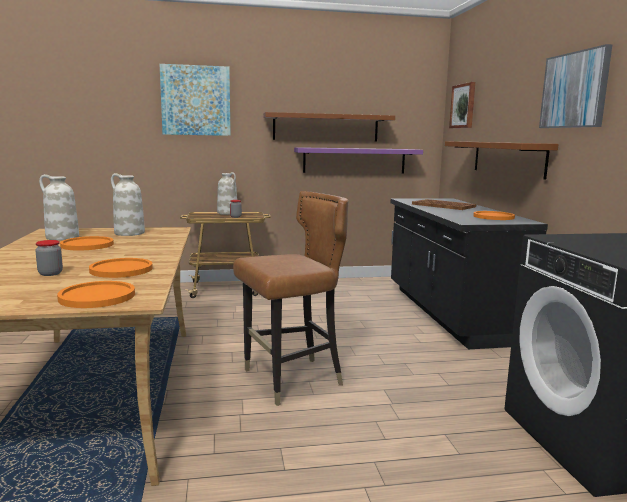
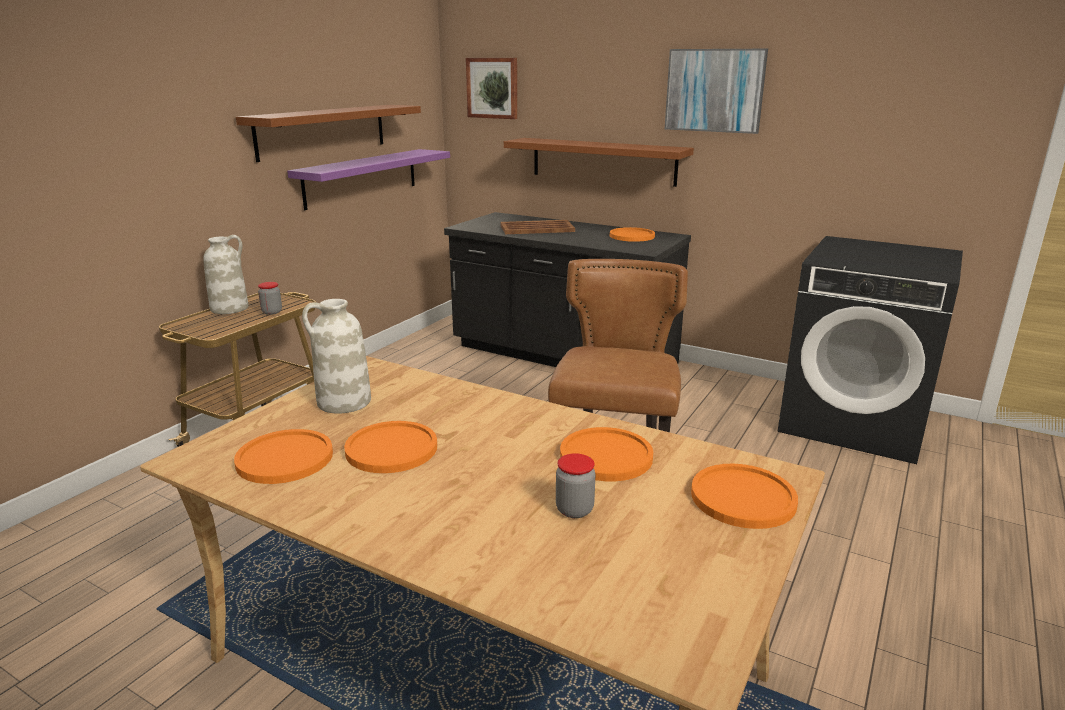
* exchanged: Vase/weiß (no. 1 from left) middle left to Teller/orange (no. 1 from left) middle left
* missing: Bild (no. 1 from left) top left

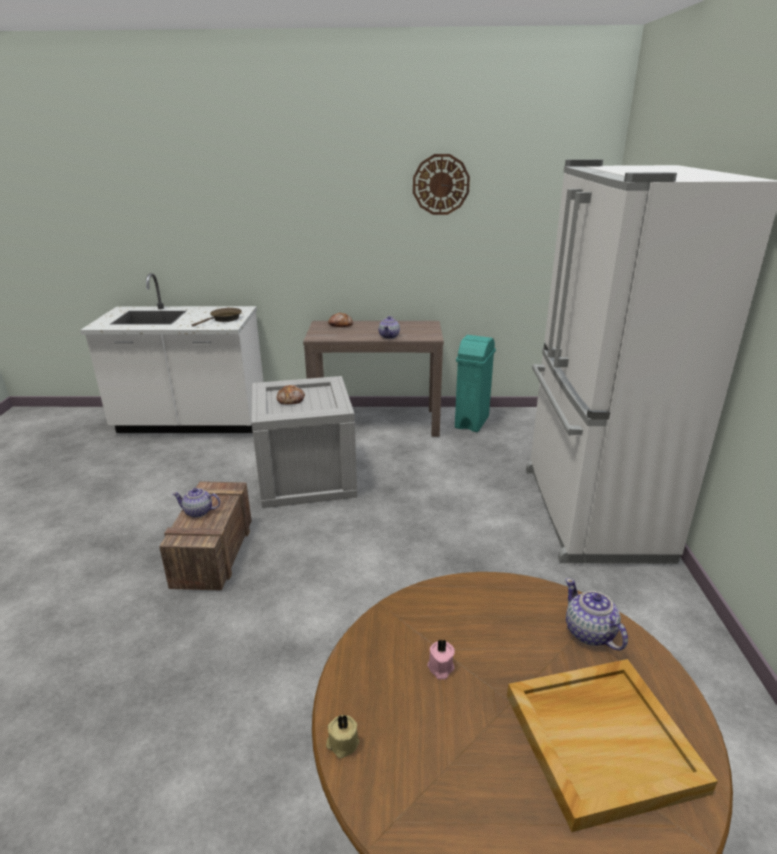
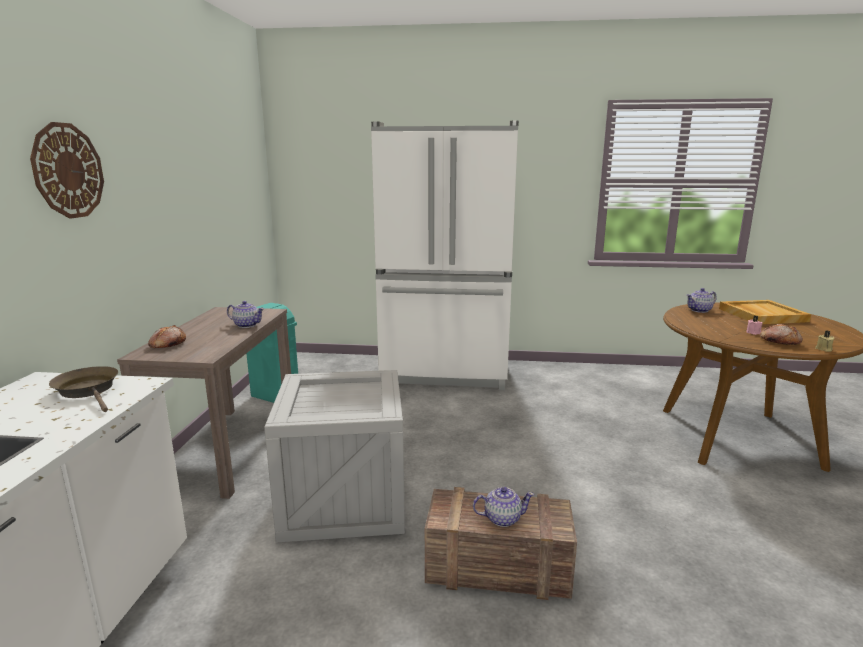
* relocated: Wanduhr top centre to top left
* spun: Teekanne (no. 1 from left in the first image) middle left = bottom centre 105 degrees counterclockwise
* relocated: Brot (no. 1 from left in the first image) centre to Brot (no. 2 from left) middle right

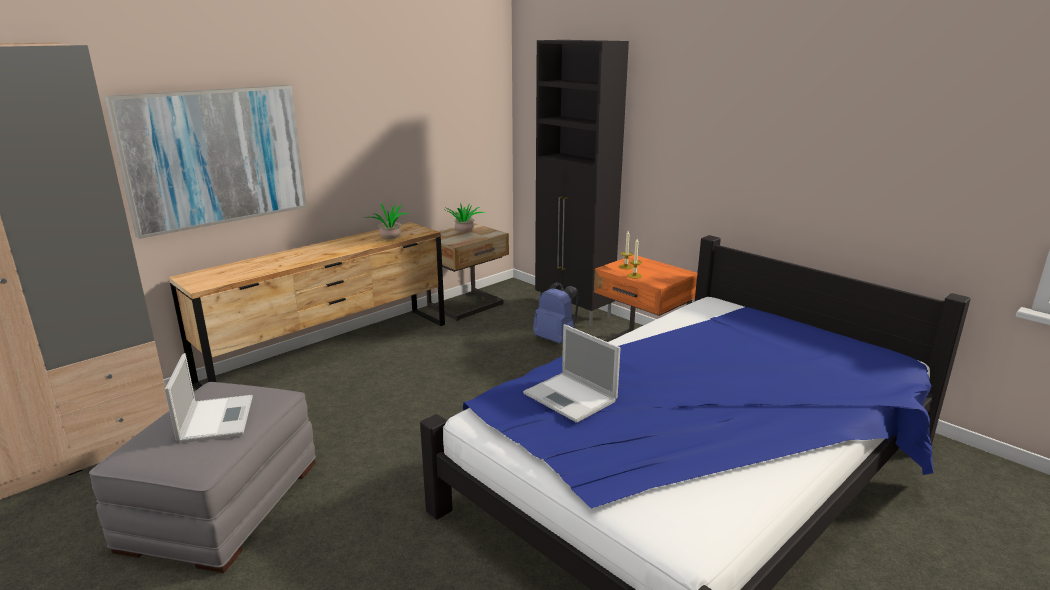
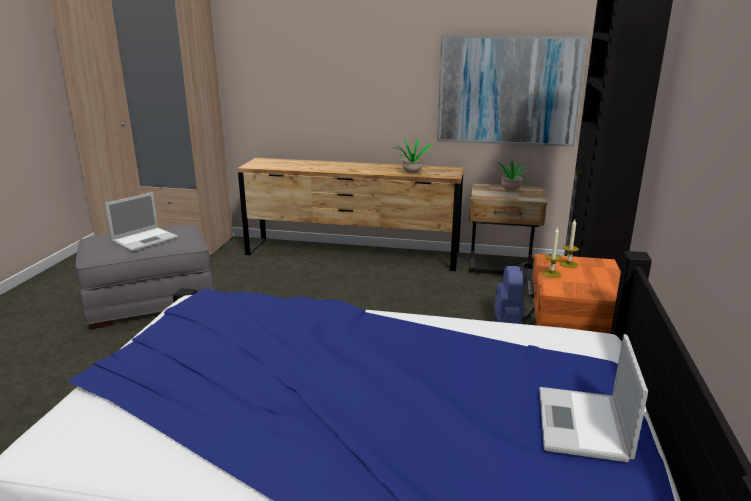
* relocated: Bild top left to top right
* relocated: Laptop (no. 2 from left) centre to bottom right

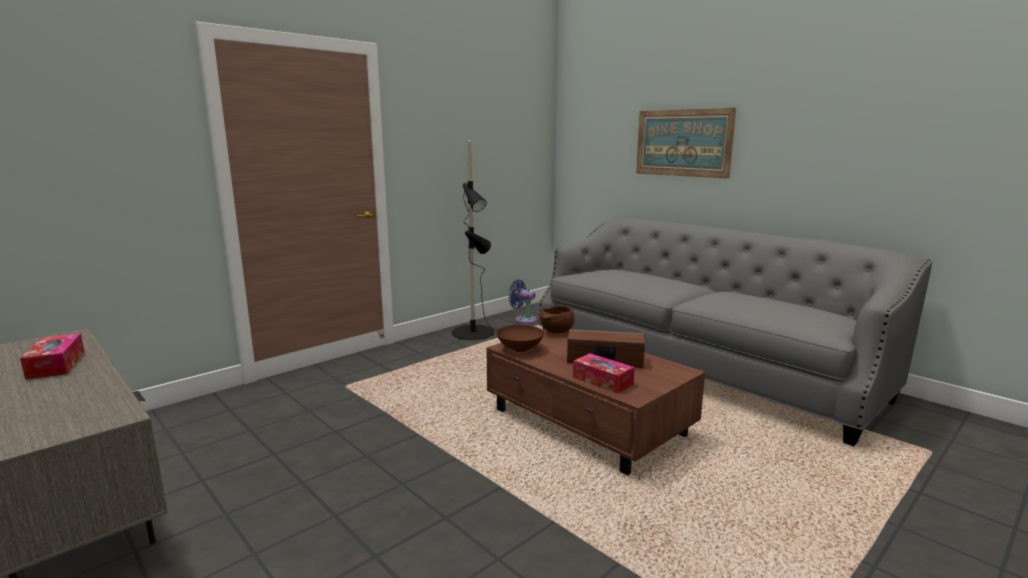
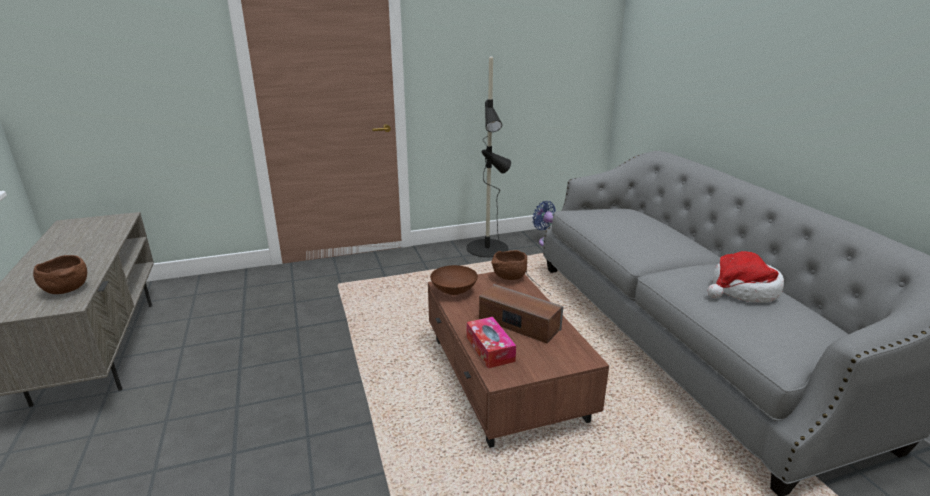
* appeared: Schüssel/braun (no. 1 from left) middle left
* appeared: Hut middle right
* missing: Taschentuchbox (no. 1 from left) middle left
* missing: Bild top right

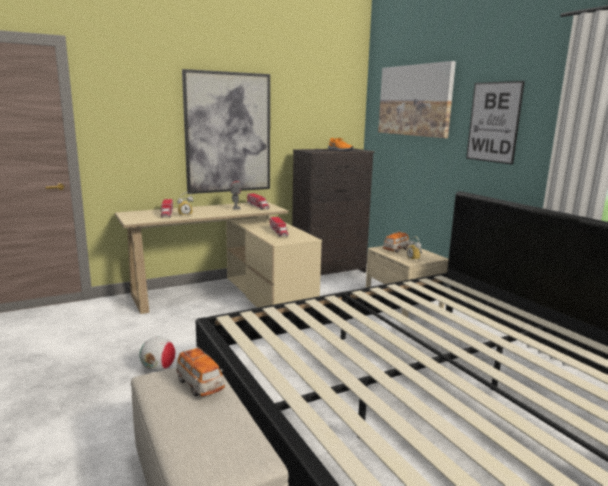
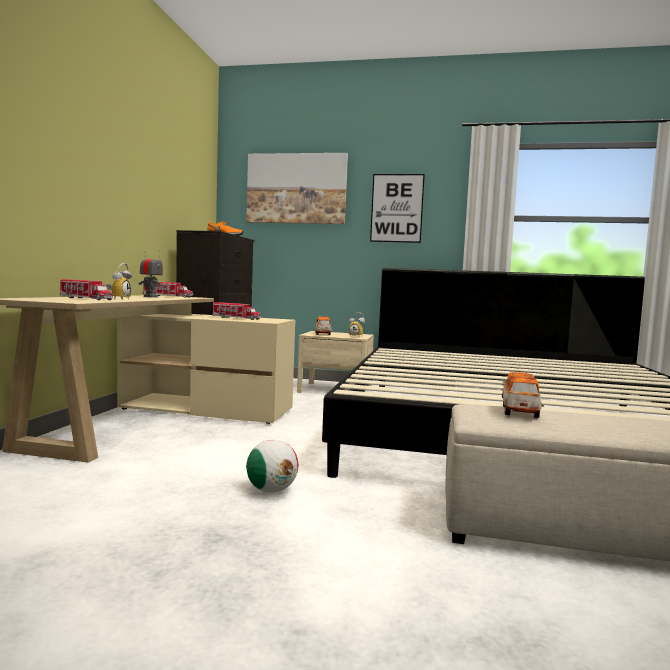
* spun: Spielzeugauto (no. 1 from left in the first image) bottom left = middle right 75 degrees counterclockwise
* missing: Bild (no. 1 from left) top centre

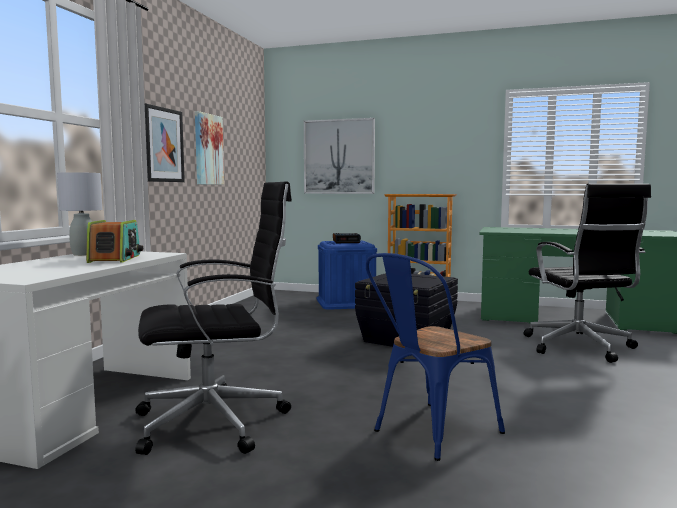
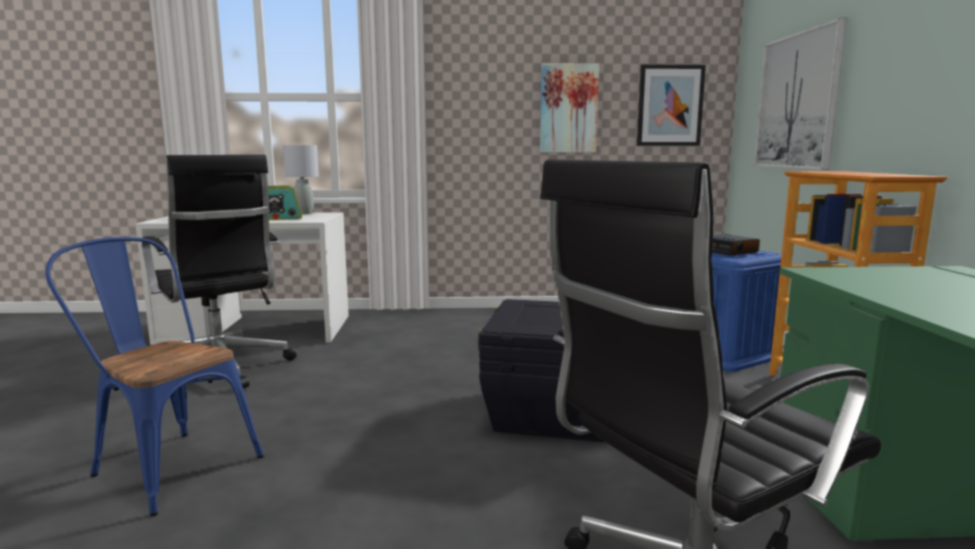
* relocated: Bild (no. 1 from left in the first image) top left to Bild (no. 2 from left) top right

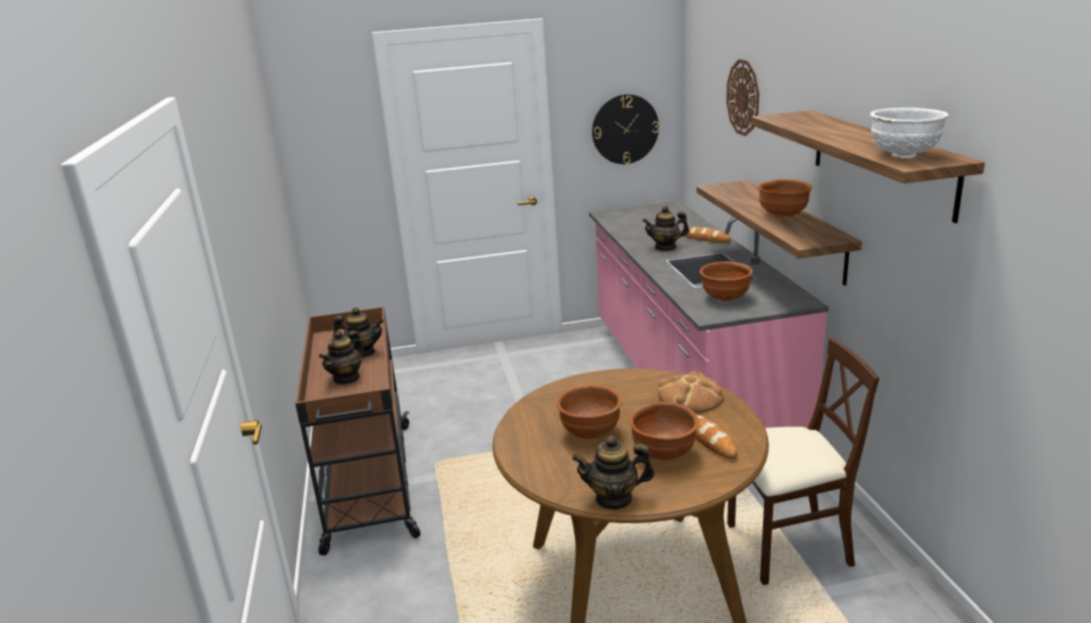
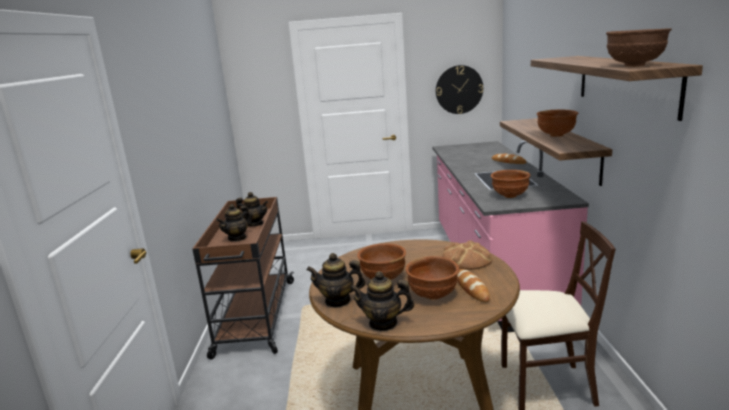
* relocated: Teekanne (no. 4 from left in the first image) centre to Teekanne (no. 3 from left) bottom centre
* colour: Schüssel/weiß top right to Schüssel/braun (no. 5 from left) top right
* missing: Wanduhr (no. 2 from left) top right

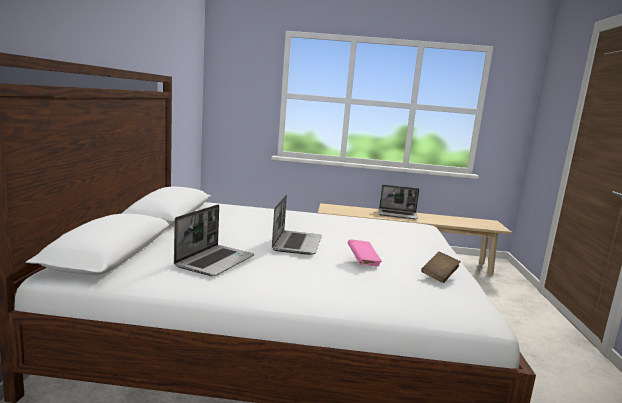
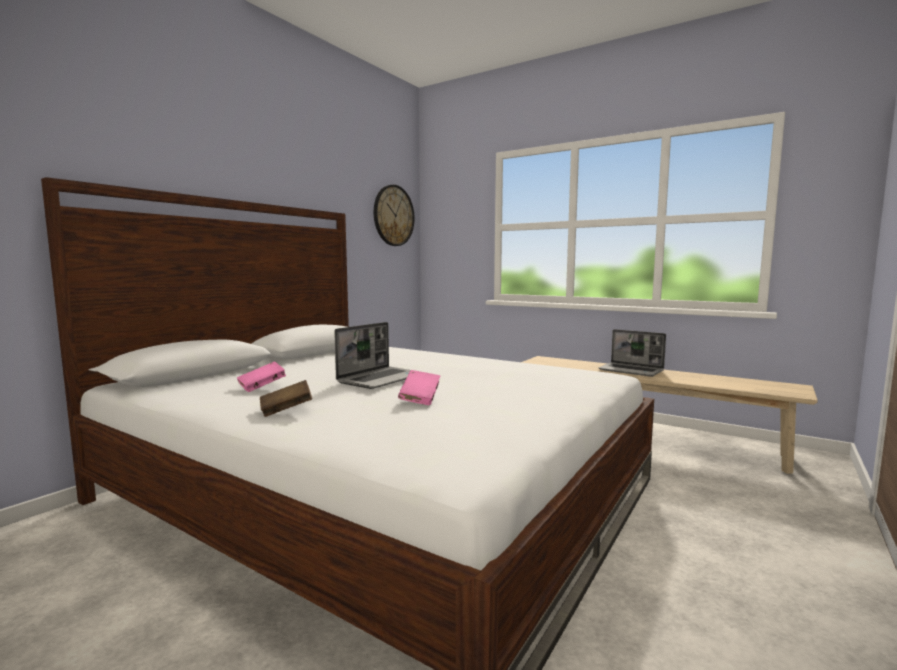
* exchanged: Laptop (no. 1 from left) centre to Buch/rosa (no. 1 from left) middle left
* relocated: Buch/braun middle right to middle left
* appeared: Wanduhr top centre

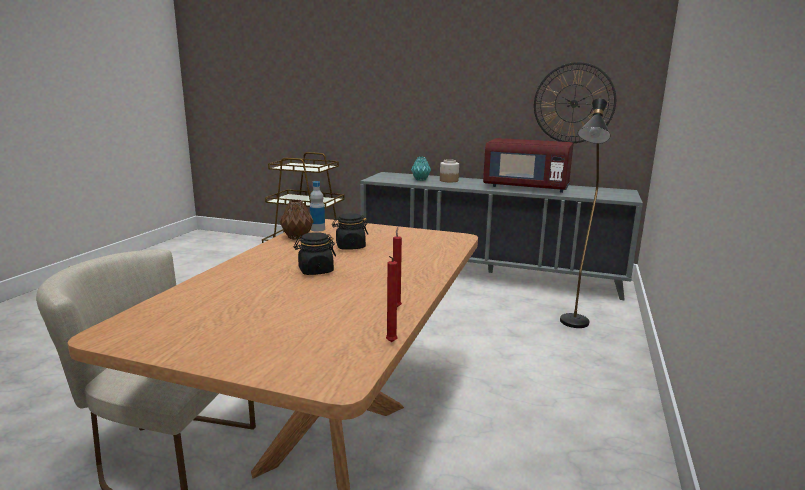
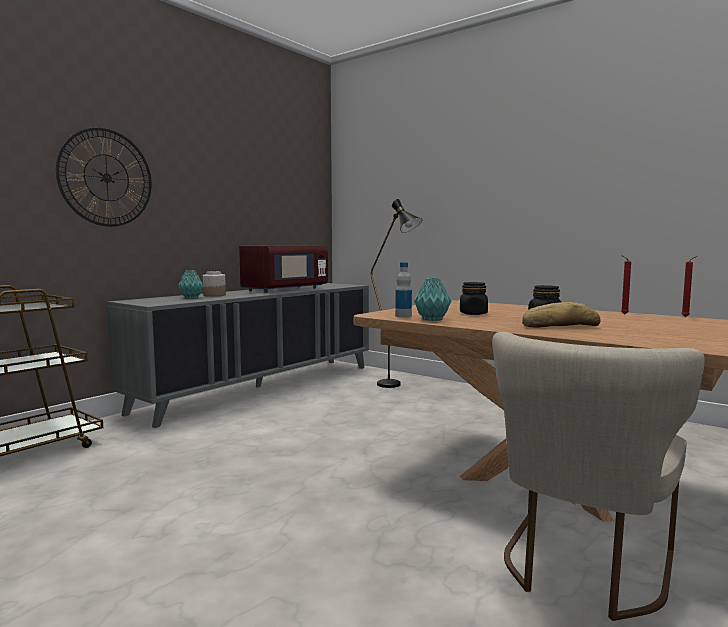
* relocated: Wanduhr top right to top left
* colour: Vase/braun centre to Vase/türkis (no. 2 from left) centre
* appeared: Brot middle right

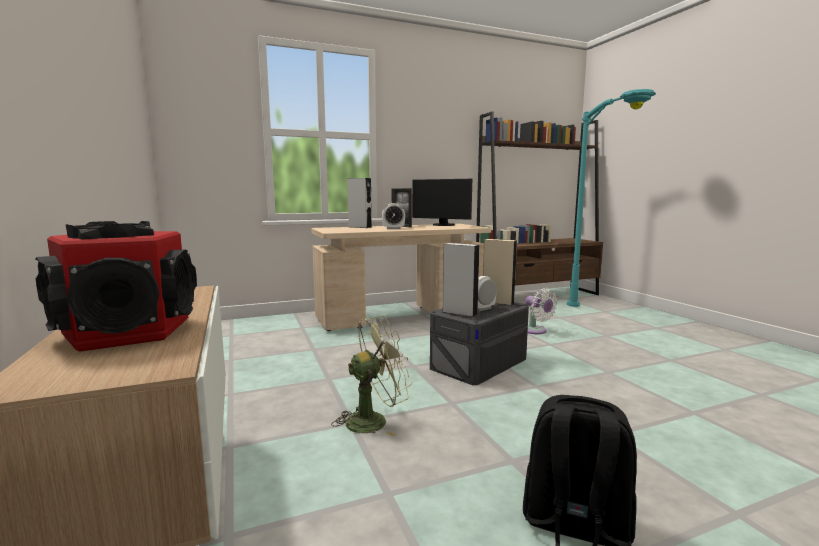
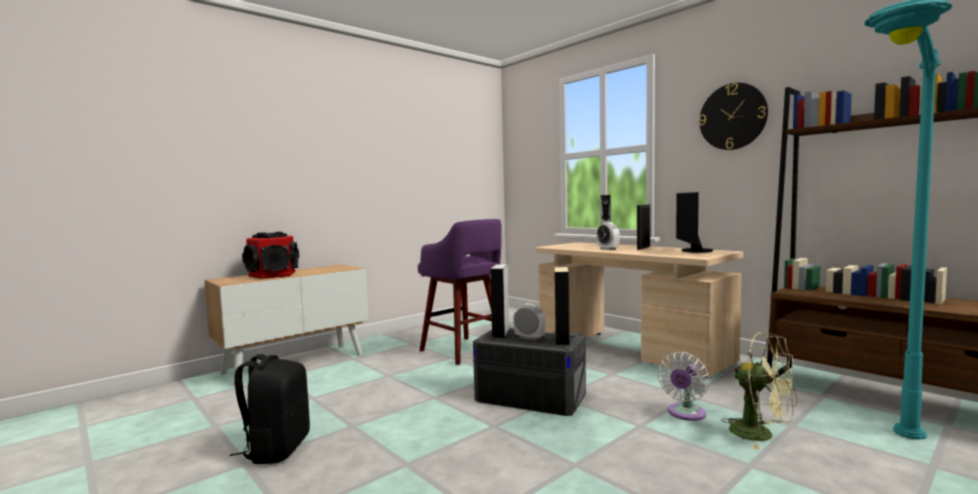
* appeared: Hocker/lila centre
* appeared: Wanduhr top right
* relocated: Ventilator/grün bottom centre to bottom right

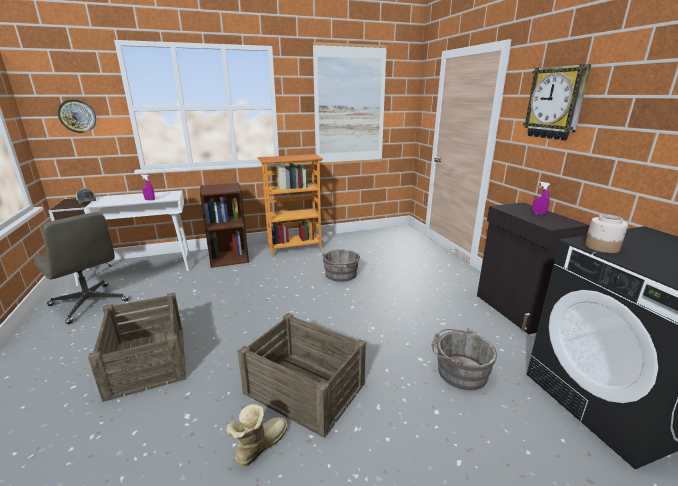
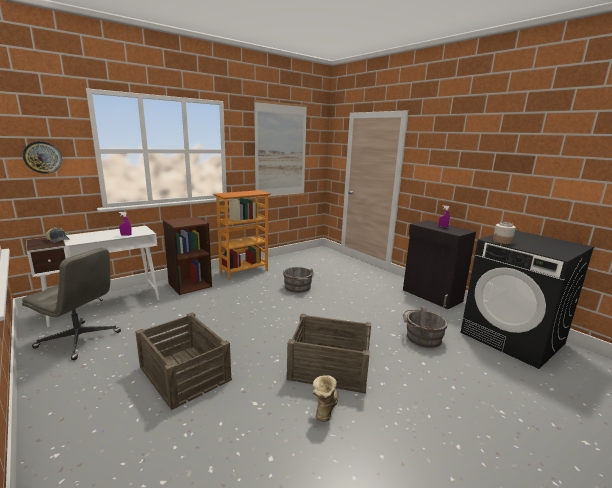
* missing: Wanduhr (no. 2 from left) top right

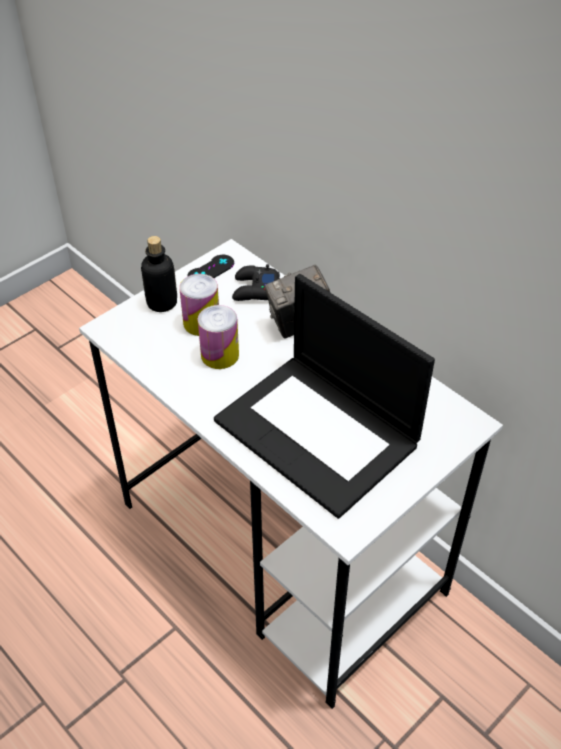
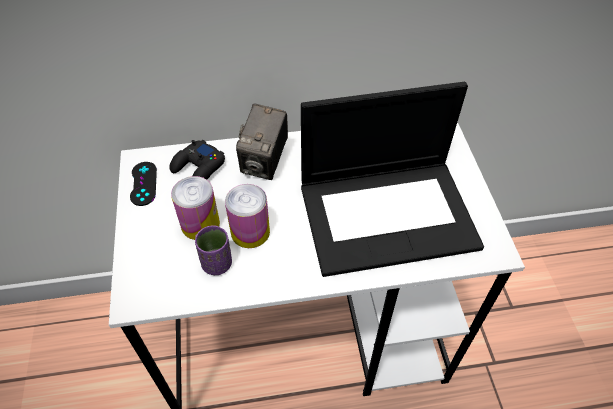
* appeared: Tasse/lila centre
* missing: Flasche middle left

